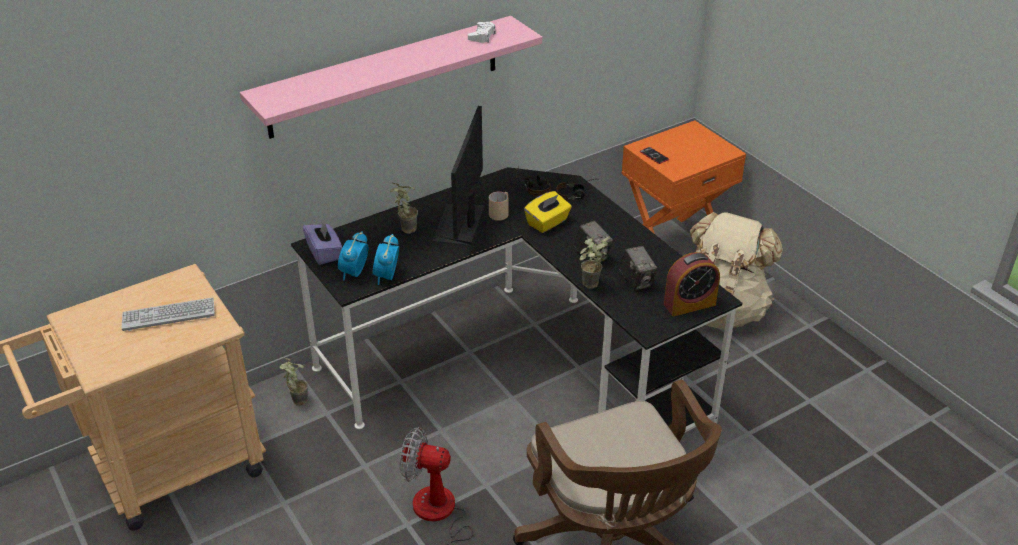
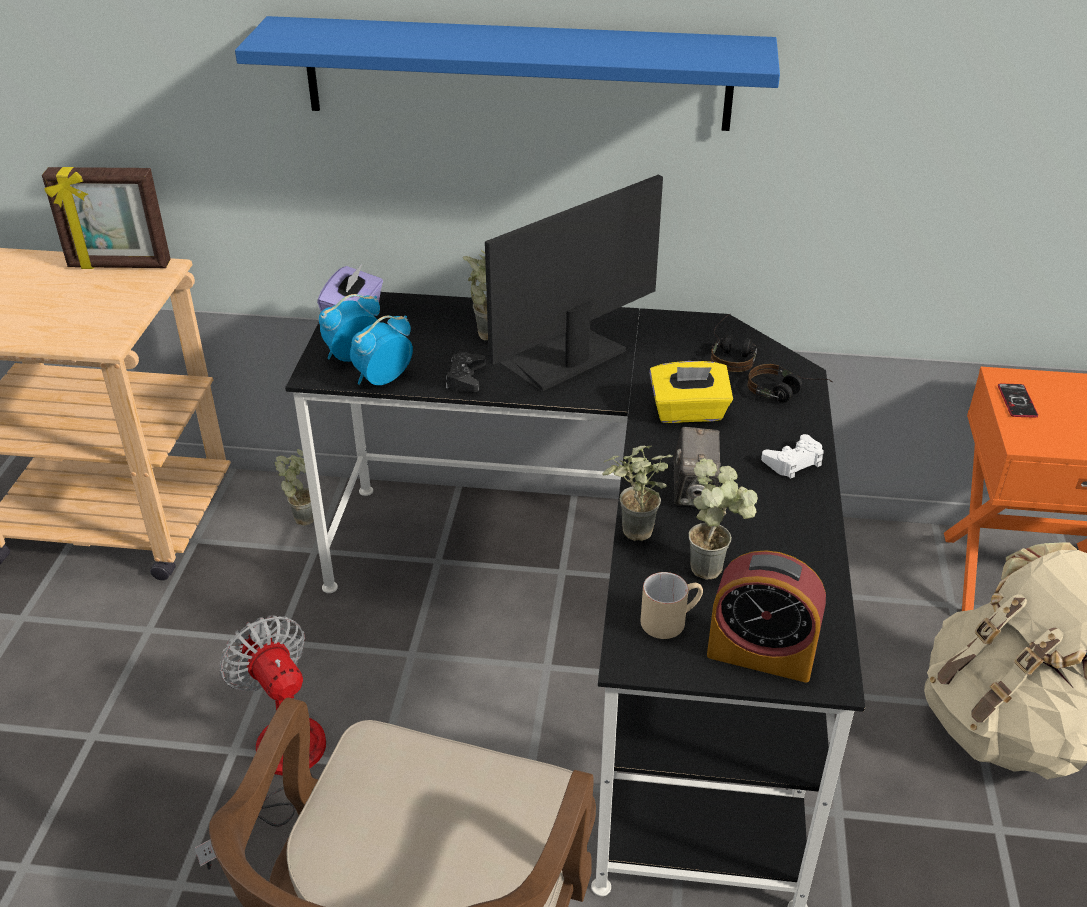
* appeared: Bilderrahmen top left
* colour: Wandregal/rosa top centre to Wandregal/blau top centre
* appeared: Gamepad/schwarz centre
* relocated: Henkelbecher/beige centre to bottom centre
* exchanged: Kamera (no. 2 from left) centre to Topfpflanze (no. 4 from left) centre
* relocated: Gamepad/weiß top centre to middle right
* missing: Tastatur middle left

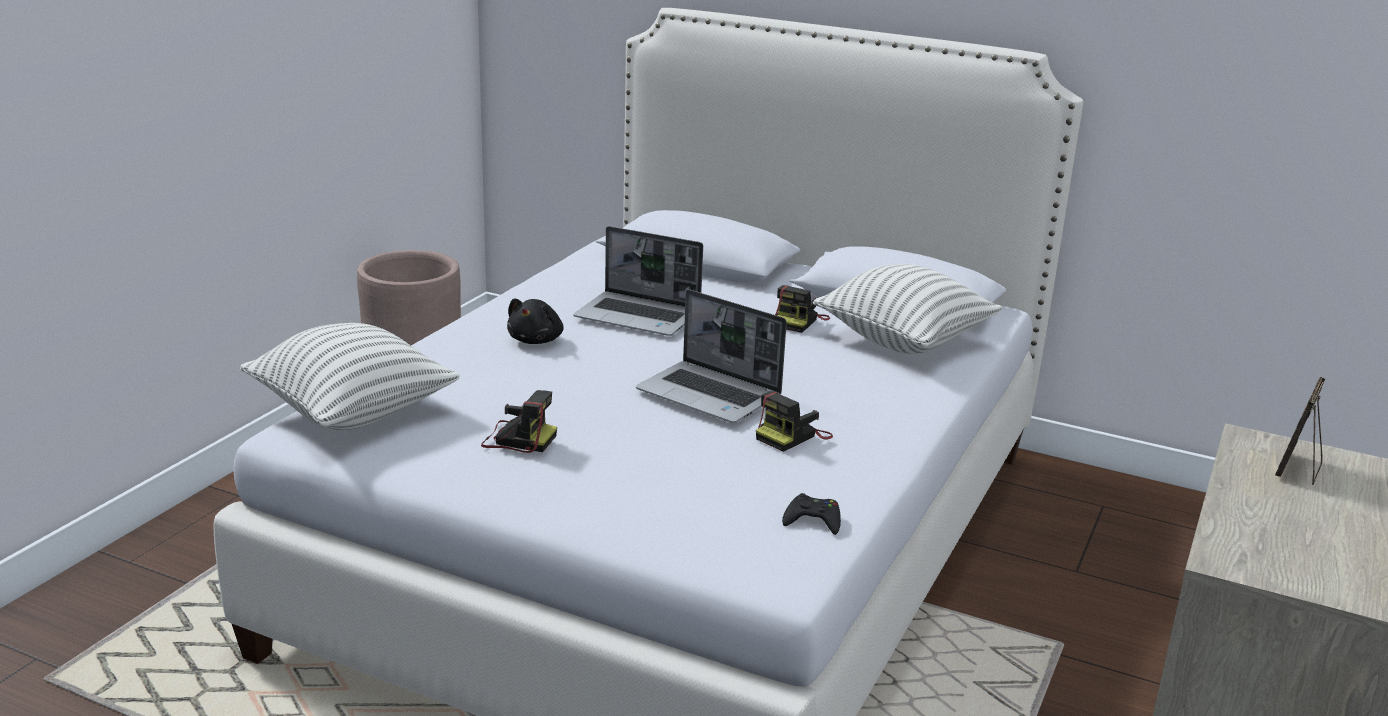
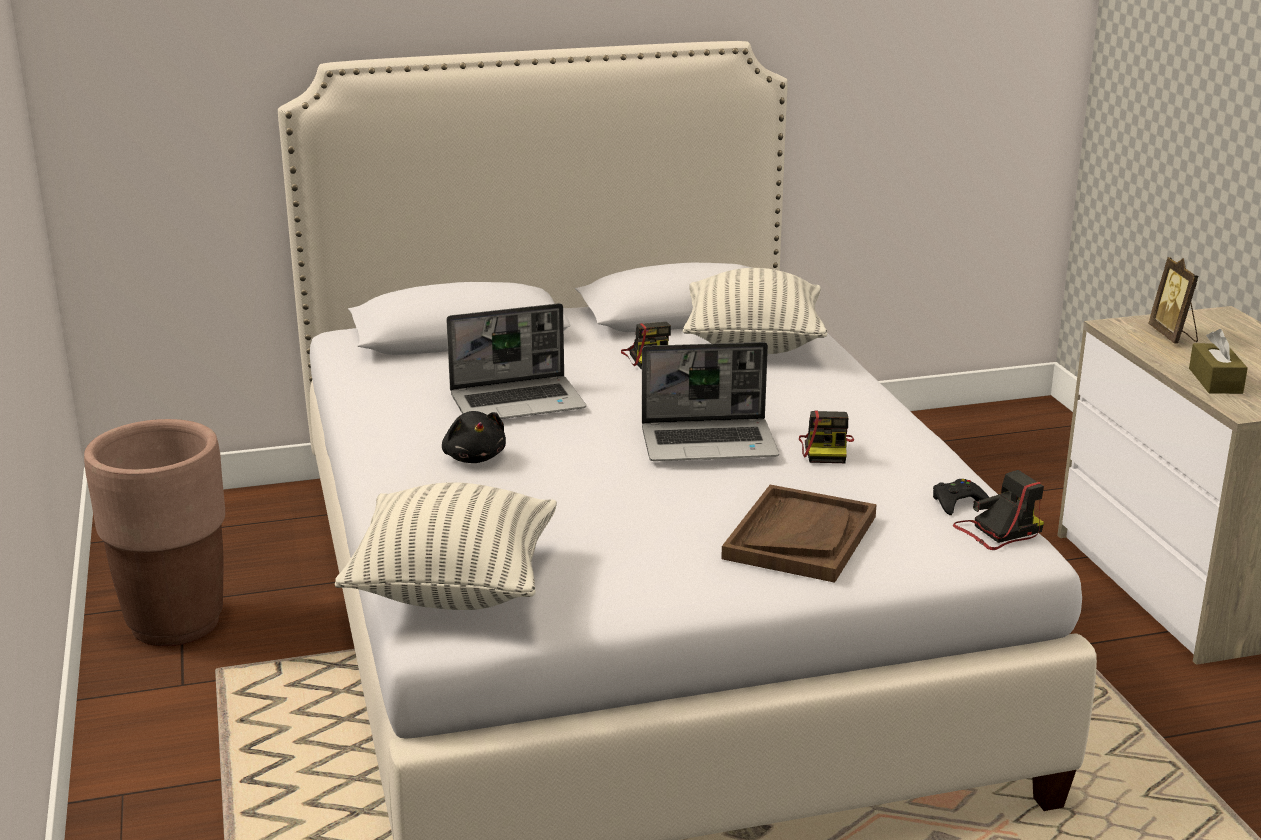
* appeared: Tablett/braun centre
* relocated: Kamera (no. 1 from left in the first image) centre to Kamera (no. 3 from left) middle right
* appeared: Taschentuchbox/braun middle right

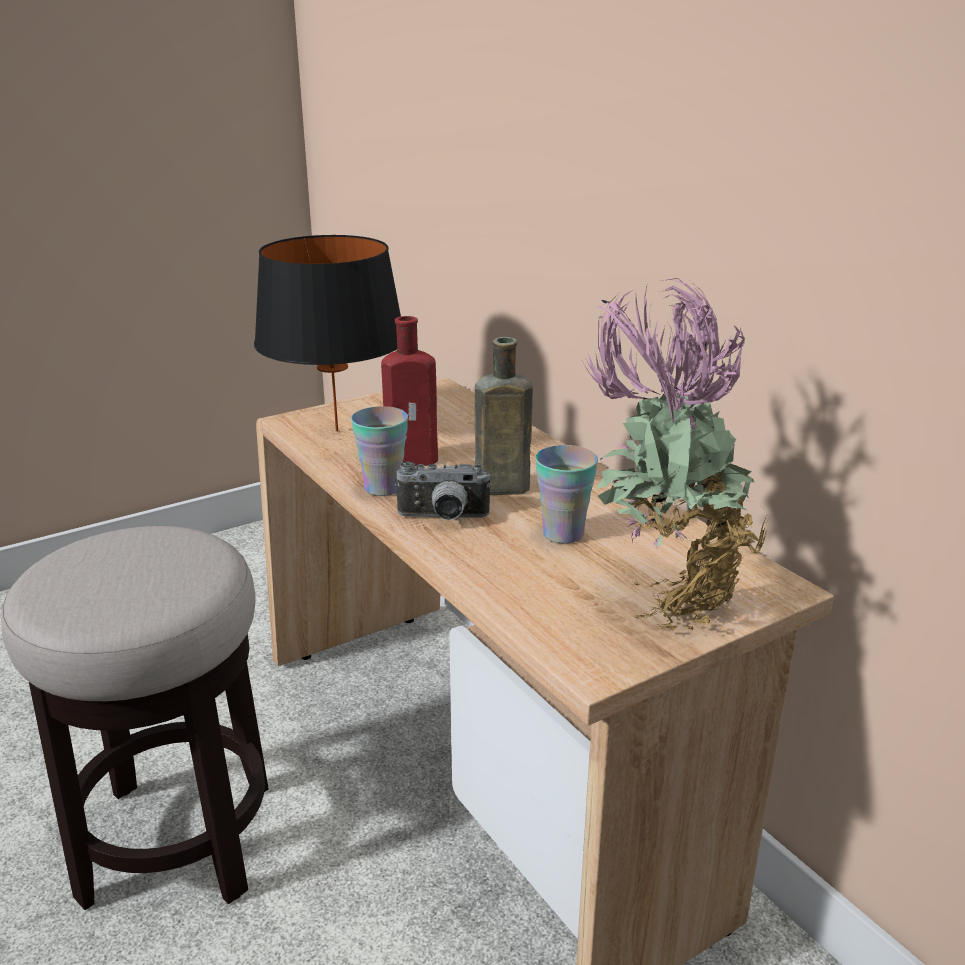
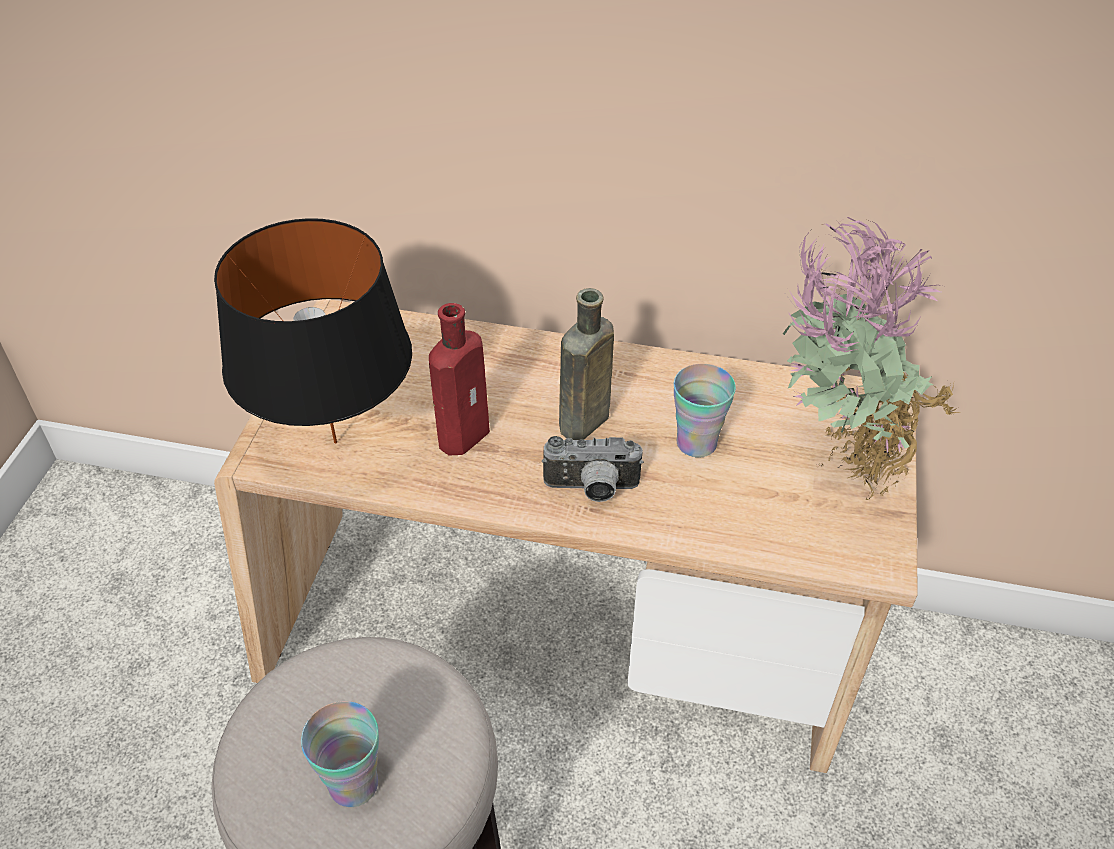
* relocated: Tasse (no. 1 from left) centre to bottom left
* spun: Kamera centre = centre 45 degrees clockwise

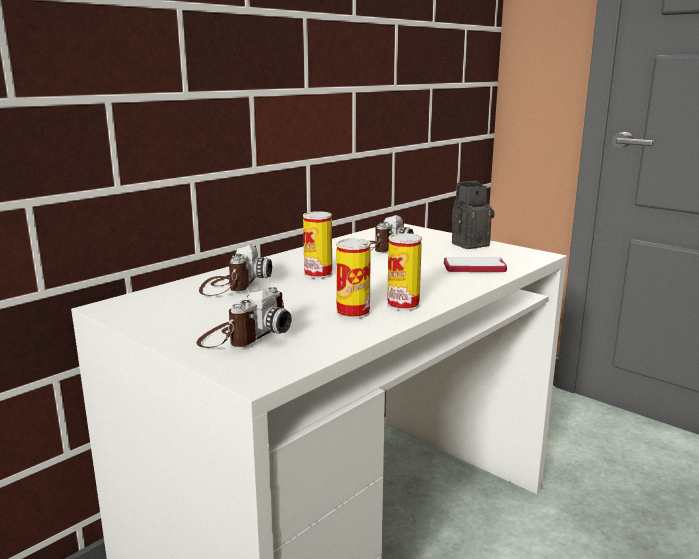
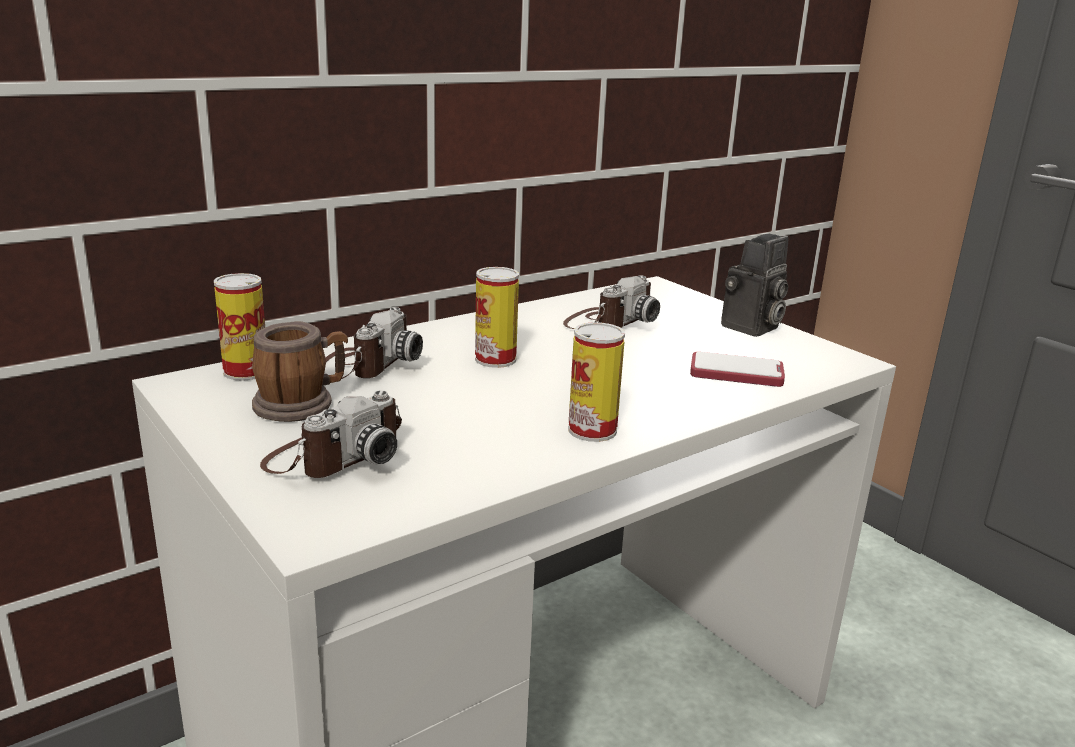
* relocated: Dose (no. 2 from left in the first image) centre to Dose (no. 1 from left) middle left
* appeared: Henkelbecher middle left
* spun: Kamera (no. 4 from left) middle right = middle right 150 degrees clockwise

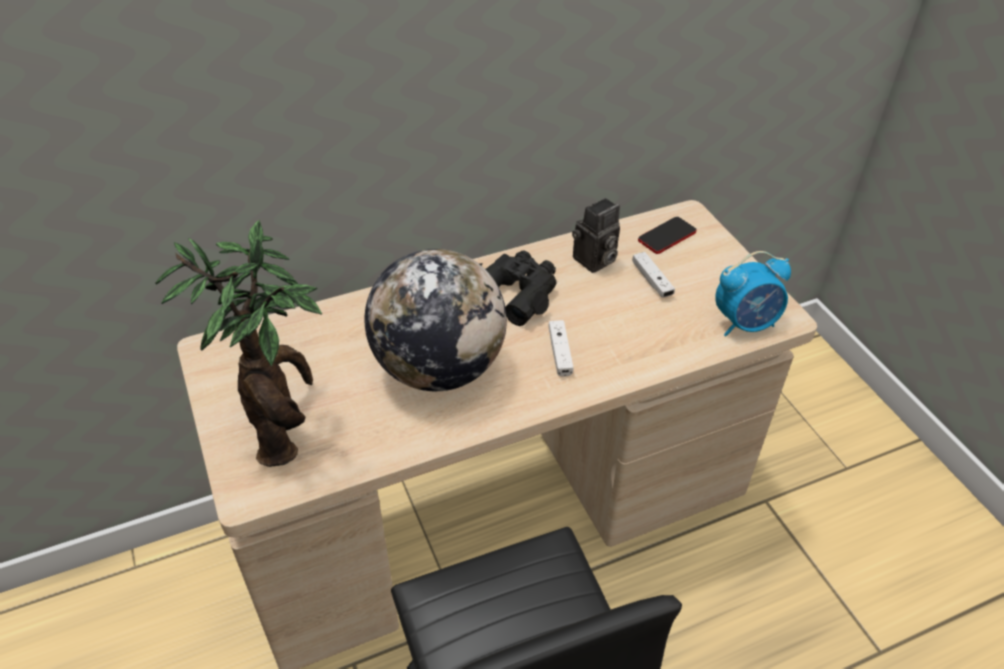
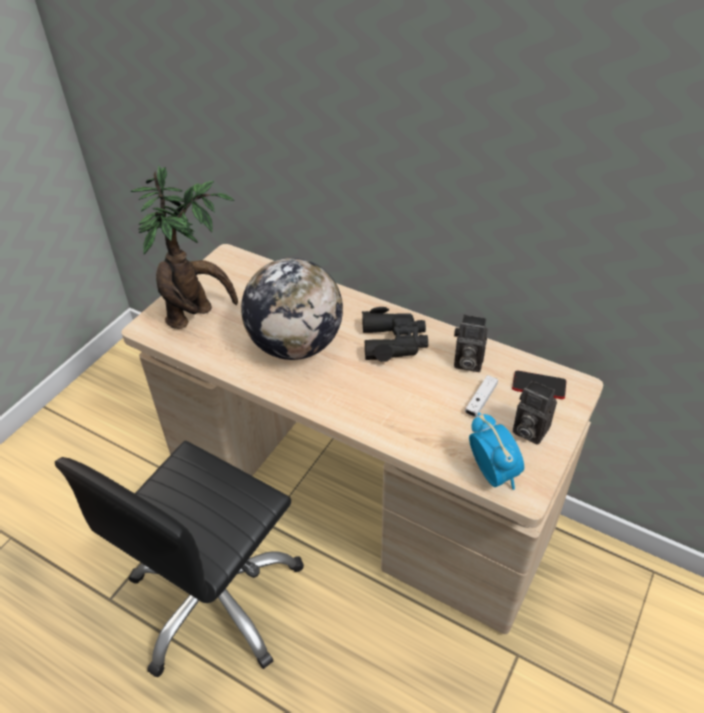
* spun: Wecker middle right = middle right 150 degrees counterclockwise
* appeared: Kamera (no. 2 from left) middle right
* missing: Gamepad/weiß (no. 1 from left) centre

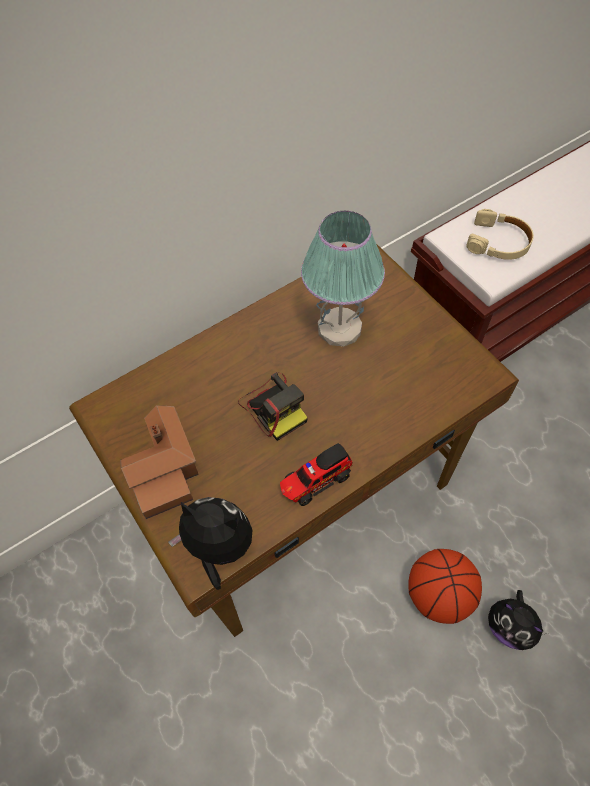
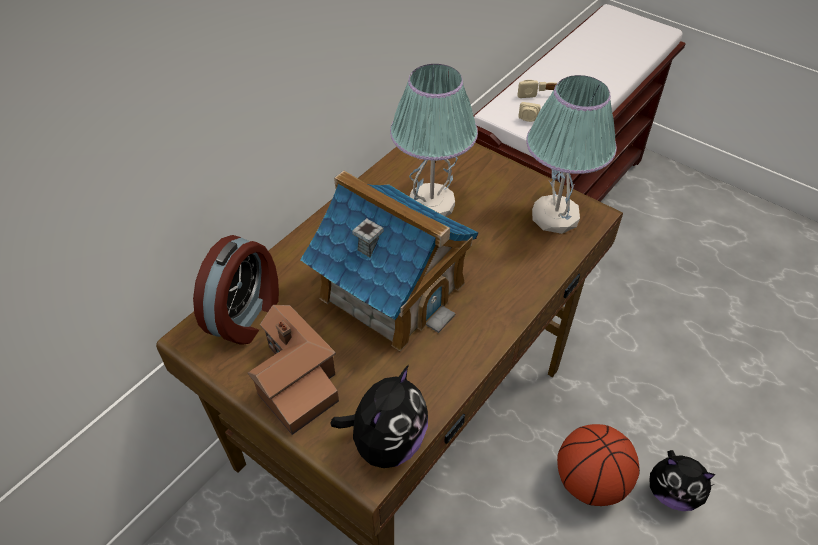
* appeared: Wecker middle left
* exchanged: Kamera centre to Spielzeughaus (no. 2 from left) centre
* spun: Plüschtier (no. 1 from left) bottom centre = bottom centre 120 degrees clockwise
* appeared: Tischlampe (no. 2 from left) top right
* missing: Spielzeuglaster centre

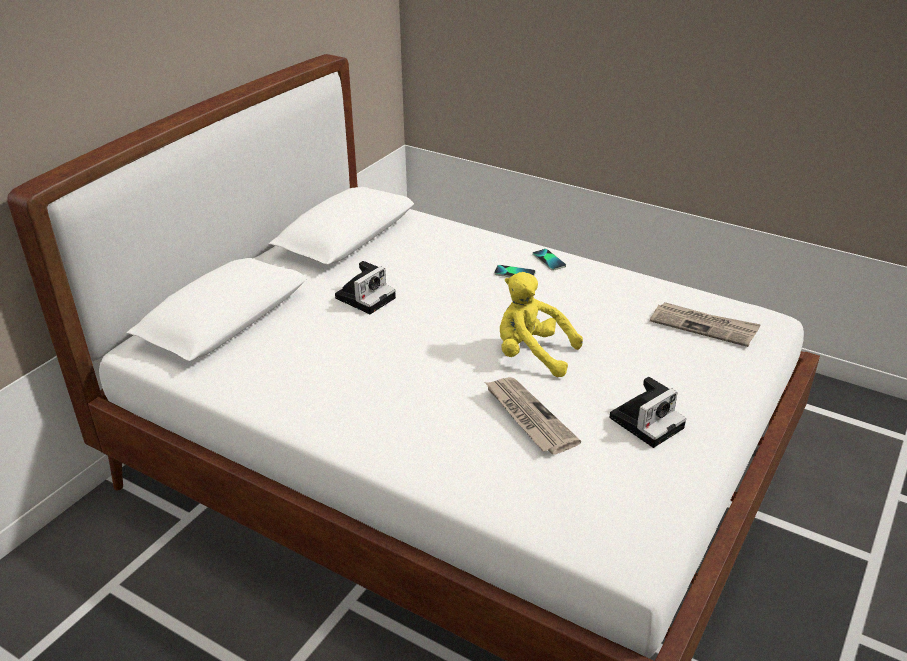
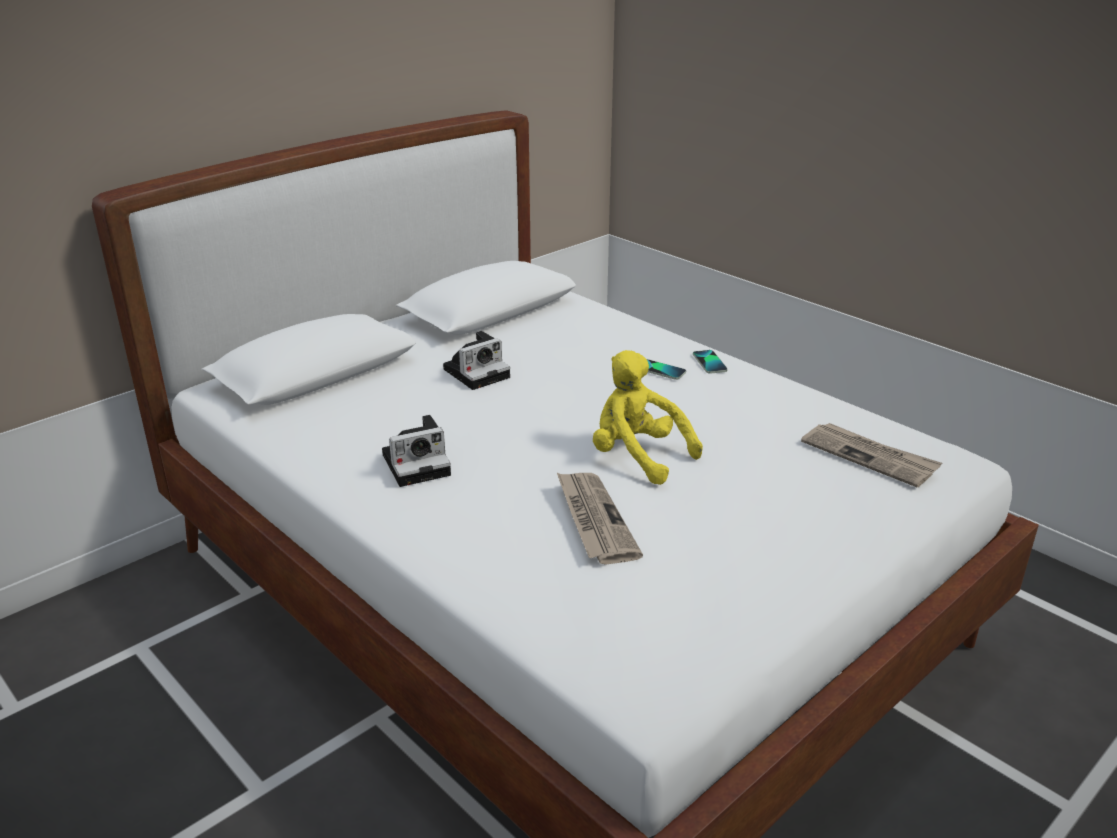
* relocated: Kamera (no. 2 from left in the first image) middle right to Kamera (no. 1 from left) centre

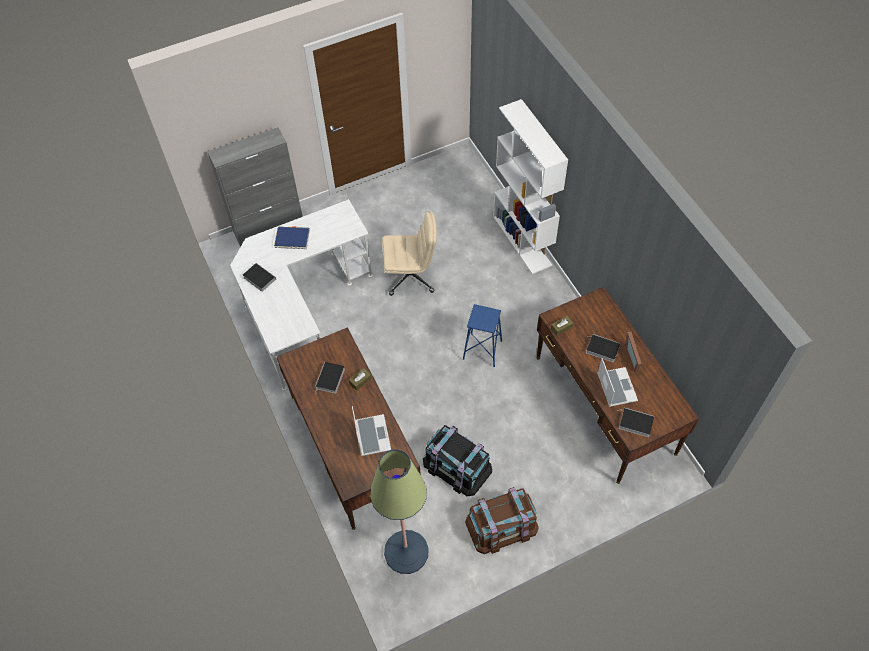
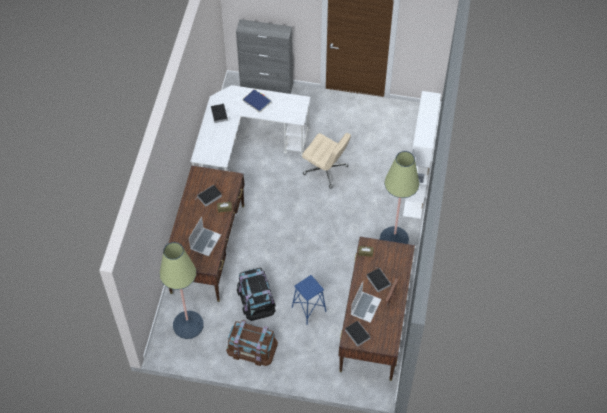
* relocated: Hocker/blau centre to bottom centre
* appeared: Stehlampe (no. 2 from left) centre

